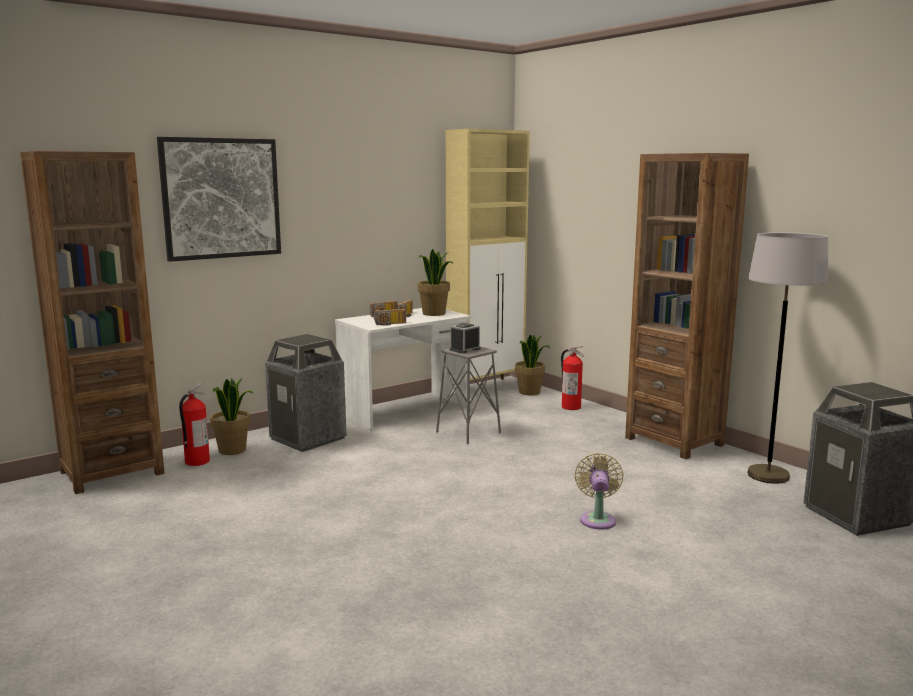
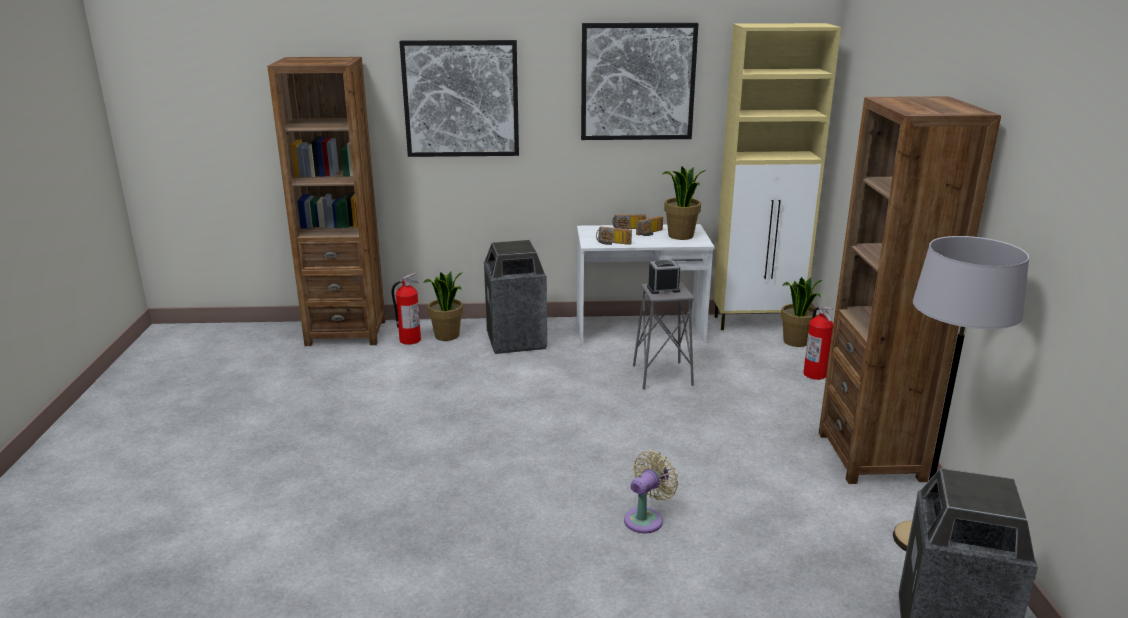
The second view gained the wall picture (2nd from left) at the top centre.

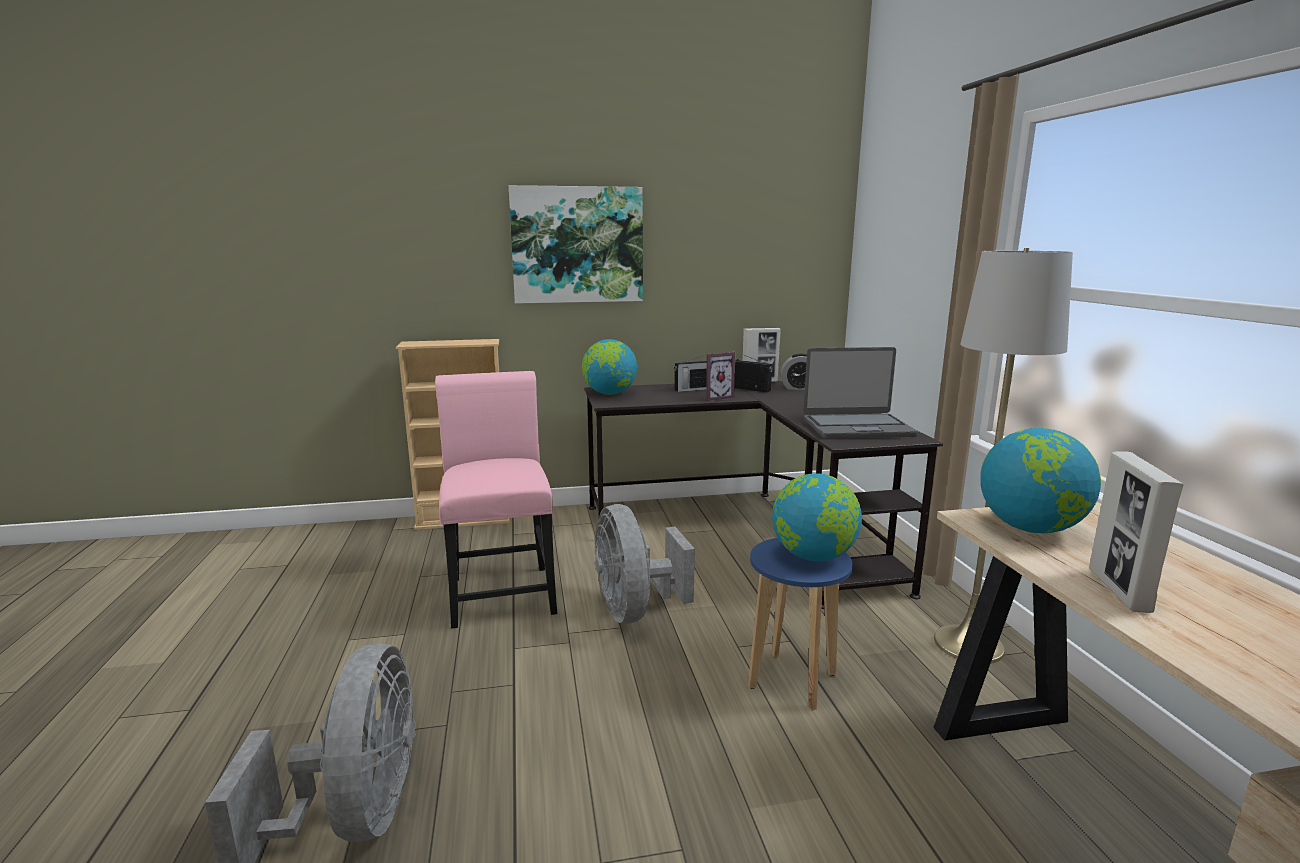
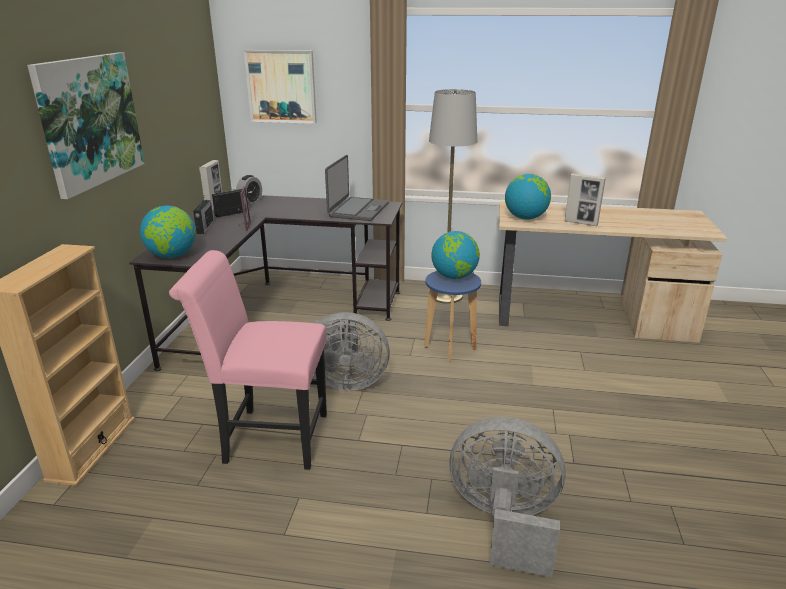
The second view gained the wall picture (2nd from left) at the top centre.

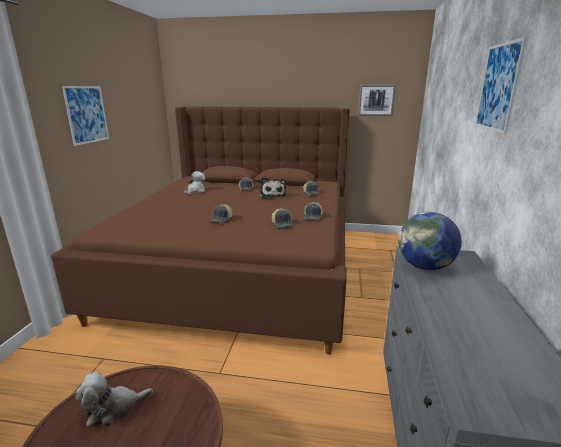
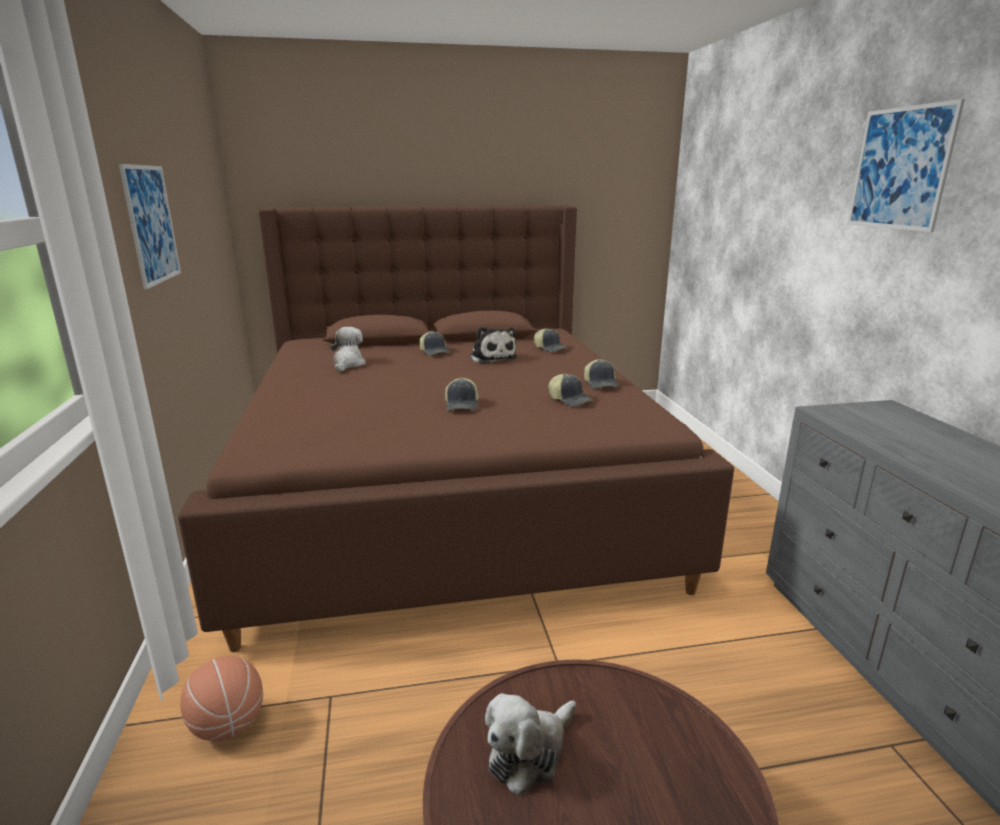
The second view lost the wall picture (2nd from left) at the top right. The second view lost the desk globe at the middle right. The second view gained the ball for basketball at the bottom left.

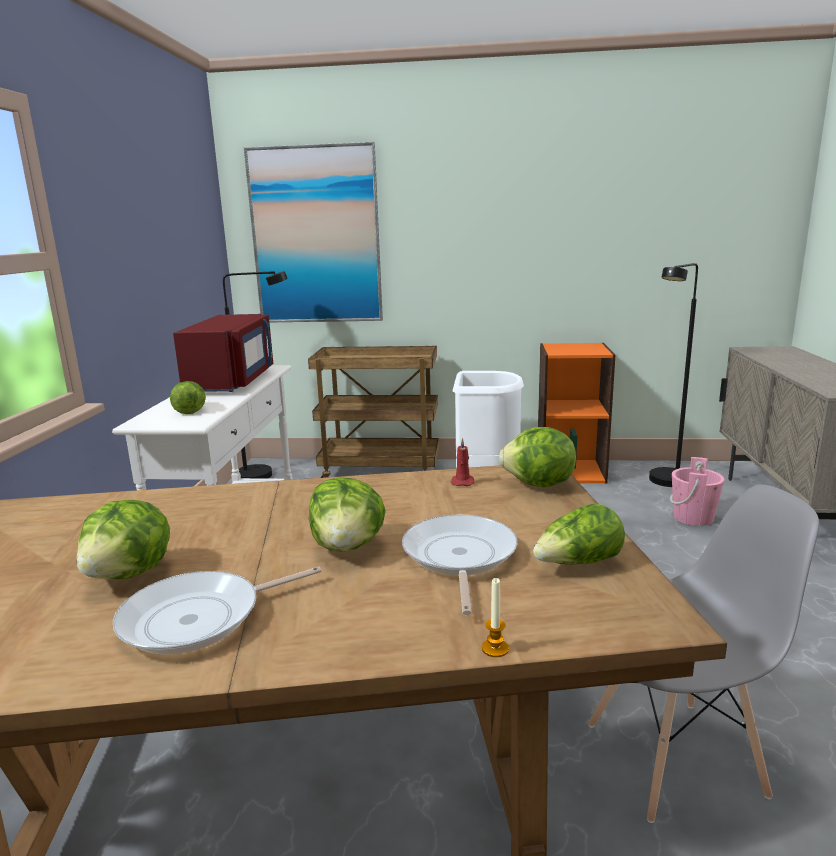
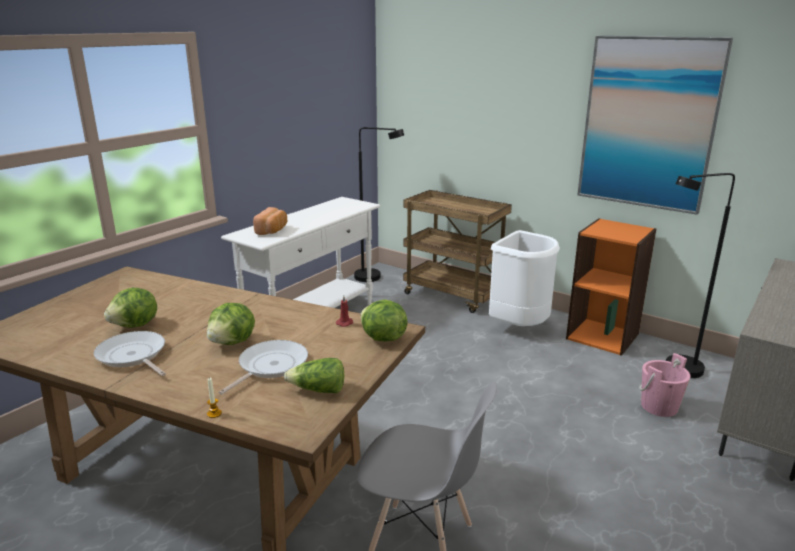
The frying pan (1st from left) at the bottom left ended up facing another way, 45 degrees clockwise from before. Where the lettuce head (2nd from left) stood at the middle left, the baked bread came to stand at the centre. The second view lost the red-coloured microwave oven at the middle left. The wall picture ended up elsewhere, having gone from the top centre to the top right.

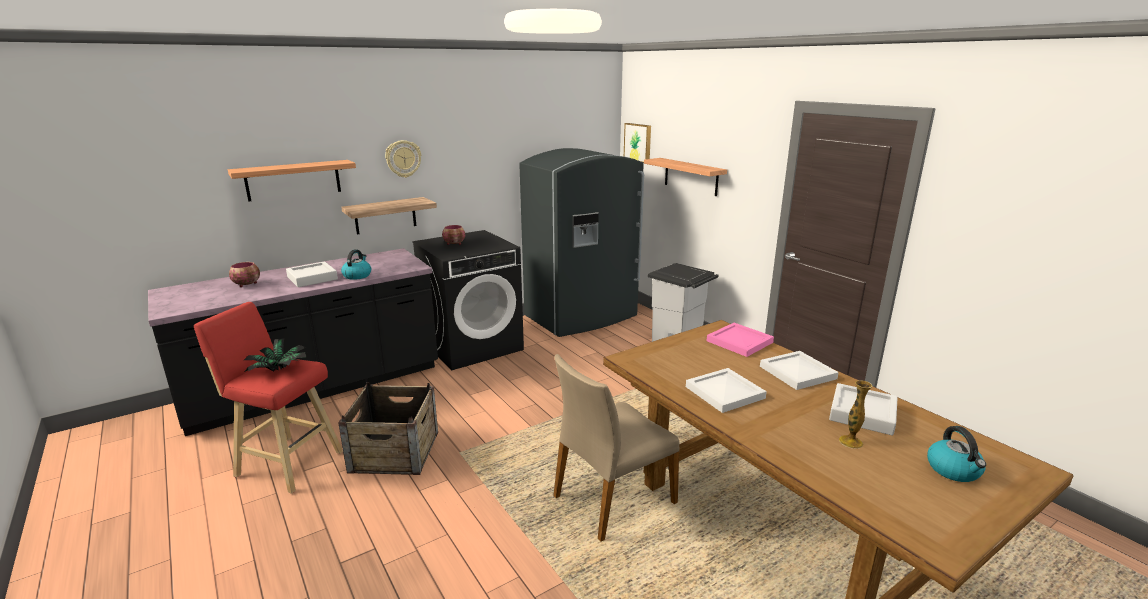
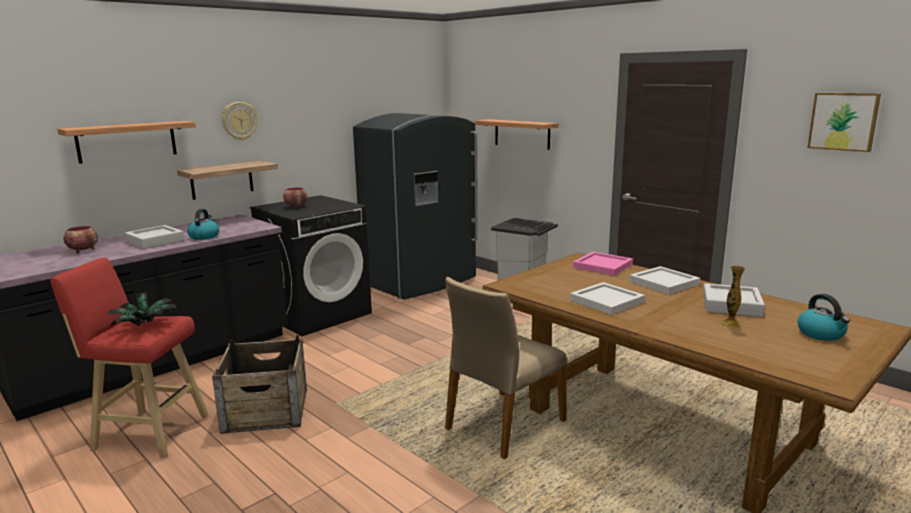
The wall picture ended up elsewhere, having gone from the top centre to the top right.

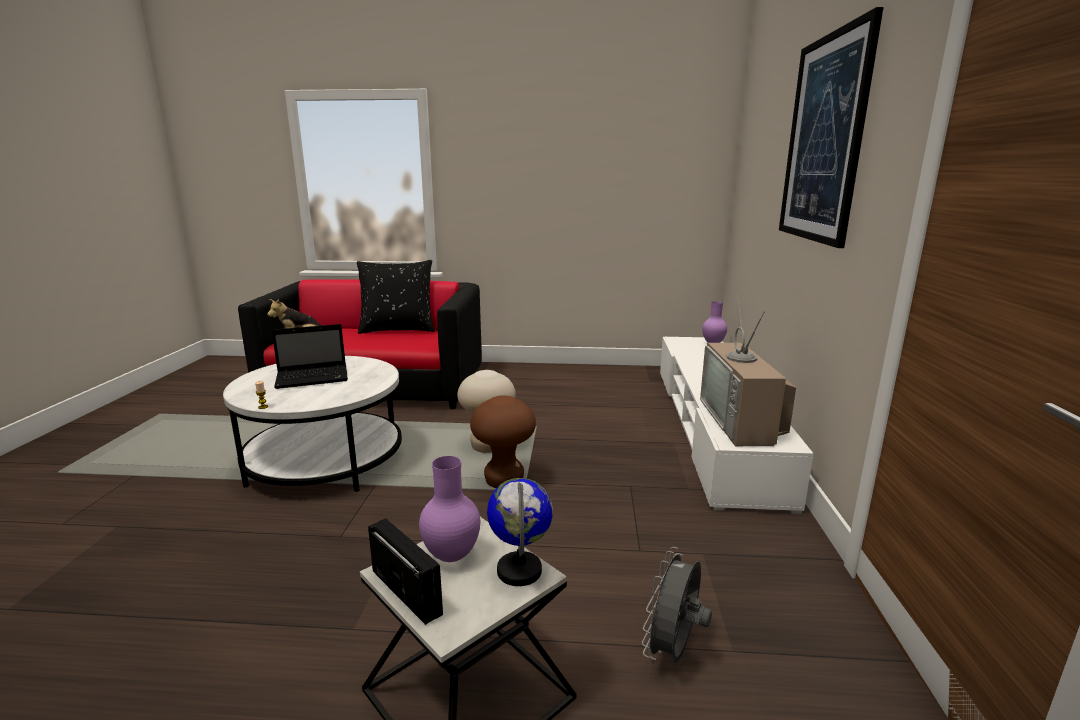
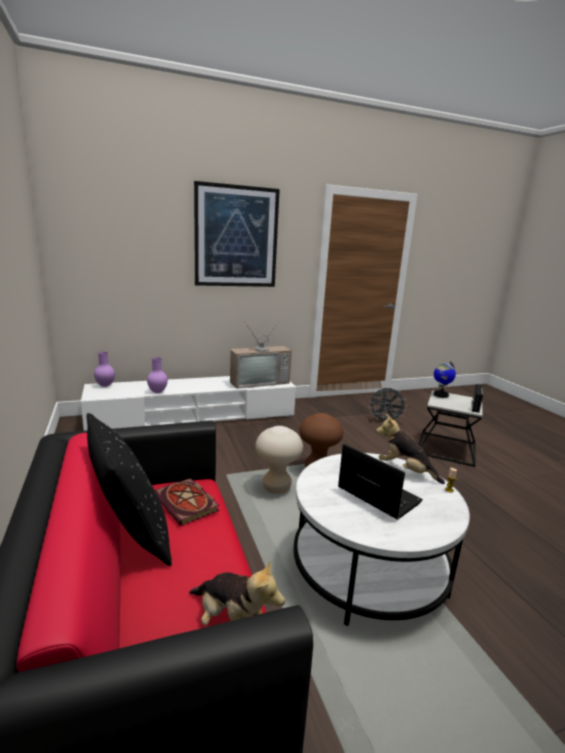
The purple-coloured flower vase (1st from left in the first image) ended up elsewhere, having gone from the bottom centre to the middle left. The second view gained the bound book at the bottom left. The second view gained the cuddly toy (2nd from left) at the middle right.

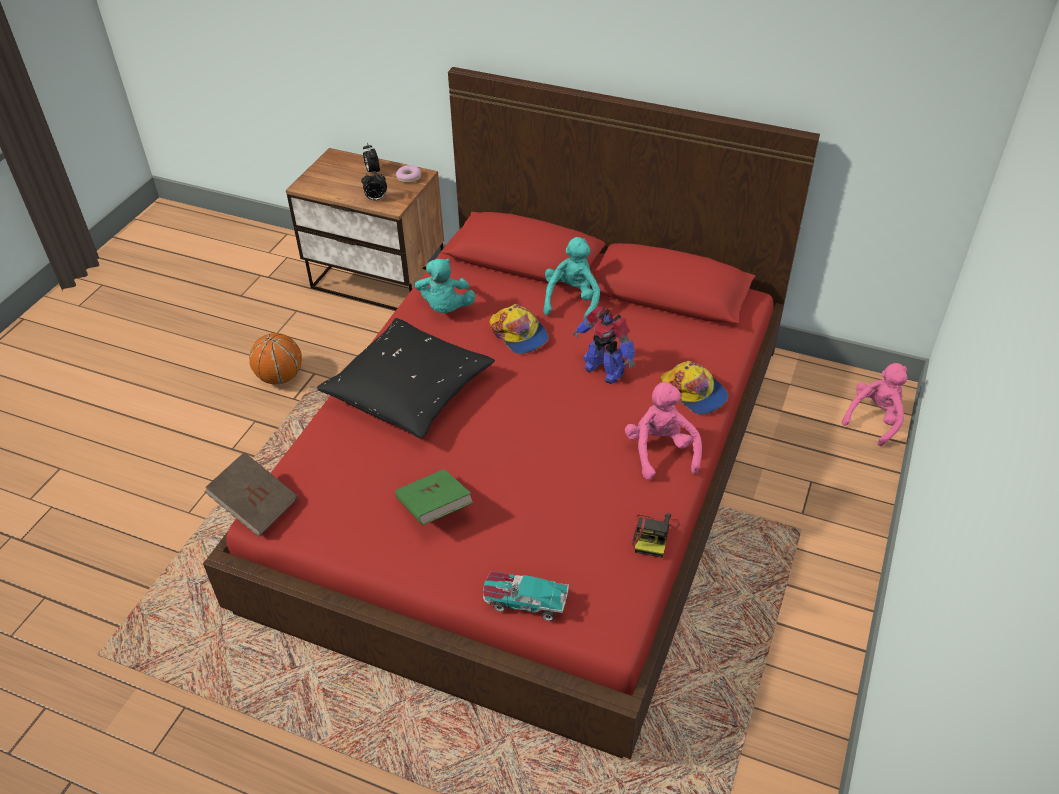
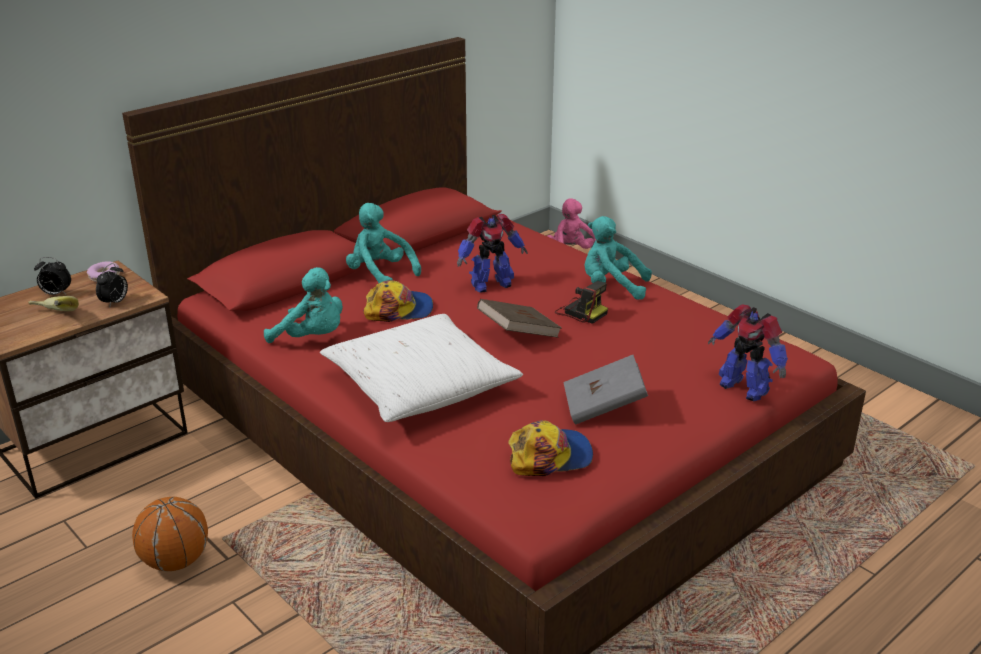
The brownish bound book ended up elsewhere, having gone from the middle left to the centre. What was the black-coloured cushion at the centre turned into the whitish cushion at the centre. What was the green-coloured bound book at the centre turned into the gray bound book at the centre. Where the miniature car stood at the bottom centre, the toy robot (2nd from left) came to stand at the middle right. What was the pink-coloured cuddly toy (1st from left) at the centre turned into the blue-green cuddly toy (3rd from left) at the centre. The still camera ended up elsewhere, having gone from the bottom centre to the centre. The cap (2nd from left) ended up elsewhere, having gone from the centre to the bottom centre. The second view gained the banana at the middle left.

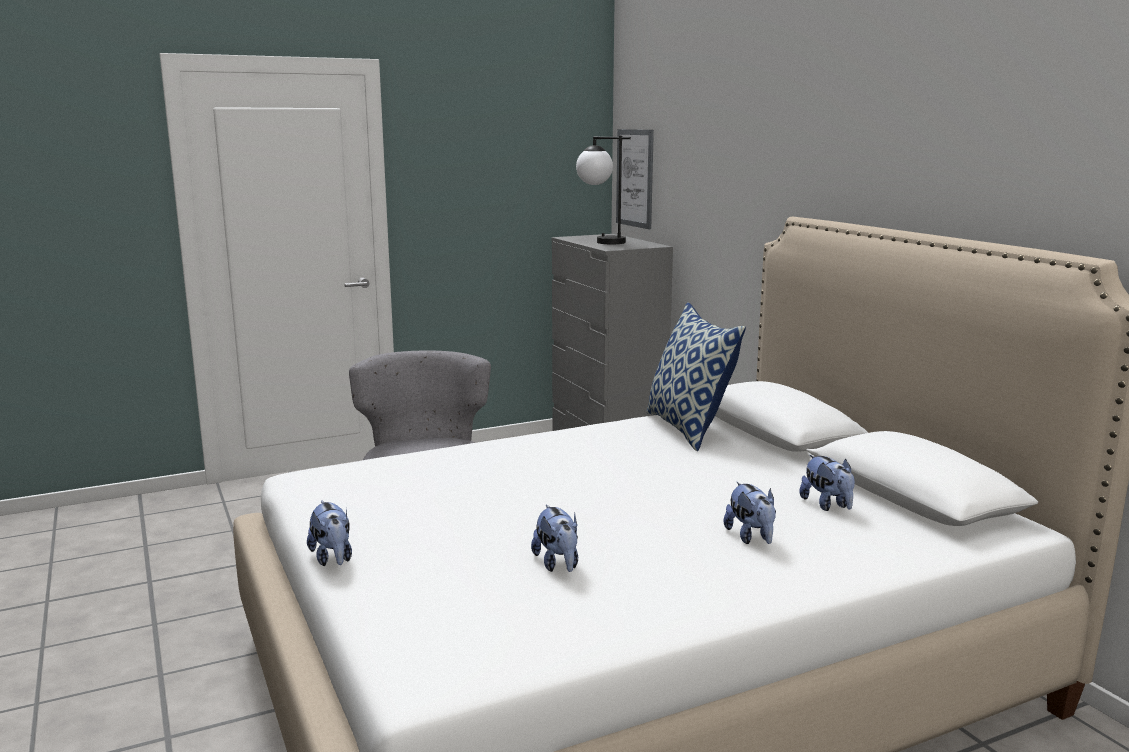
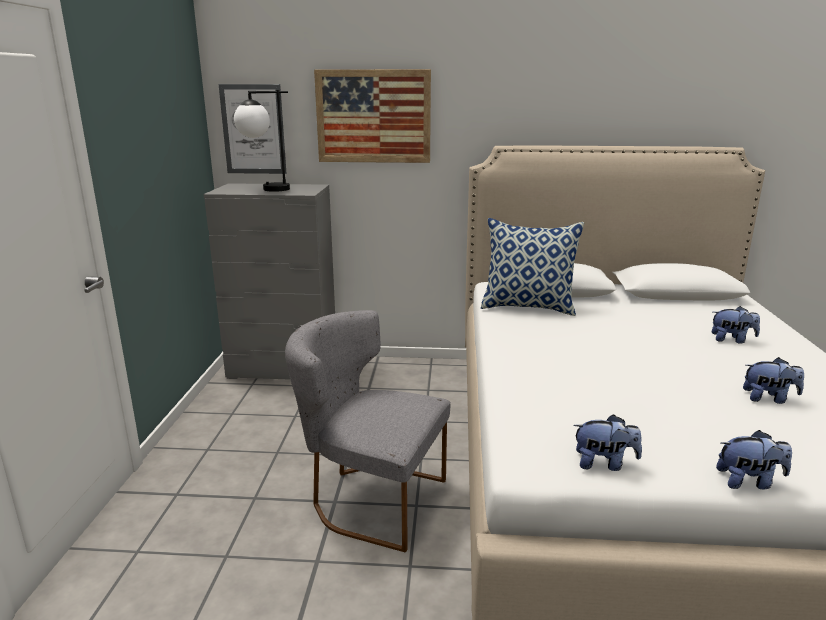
The cuddly toy (4th from left in the first image) ended up elsewhere, having gone from the middle right to the bottom right. The second view gained the wall picture (2nd from left) at the top centre.

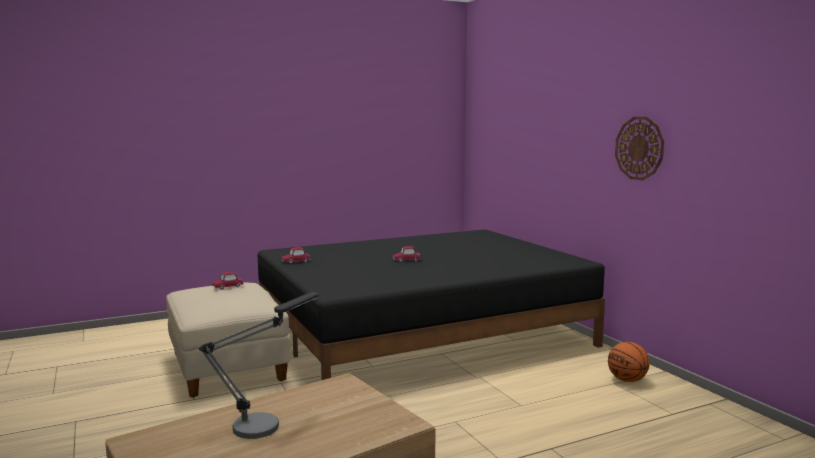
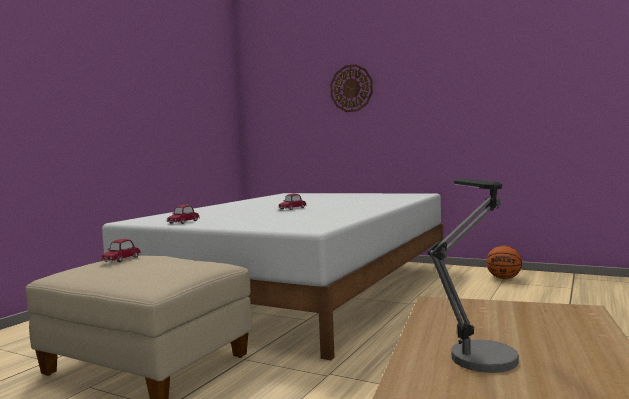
What was the black-coloured sleeping bed at the centre turned into the whitish sleeping bed at the bottom centre. The wall clock ended up elsewhere, having gone from the top right to the top centre.

